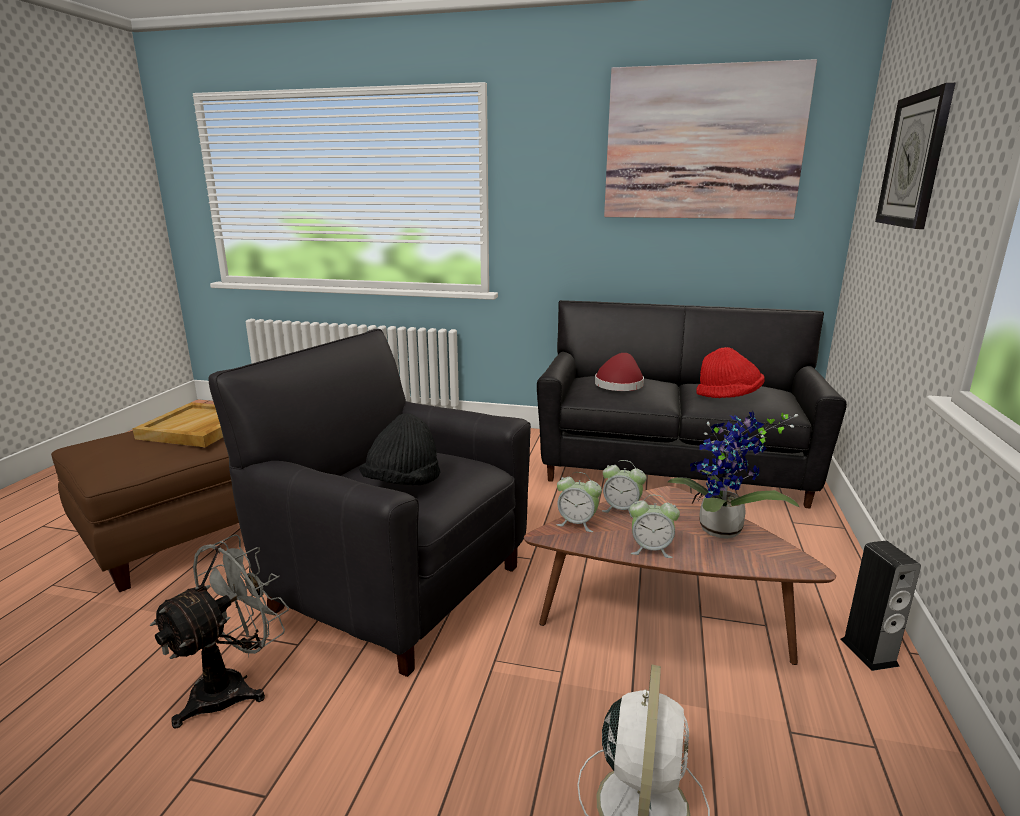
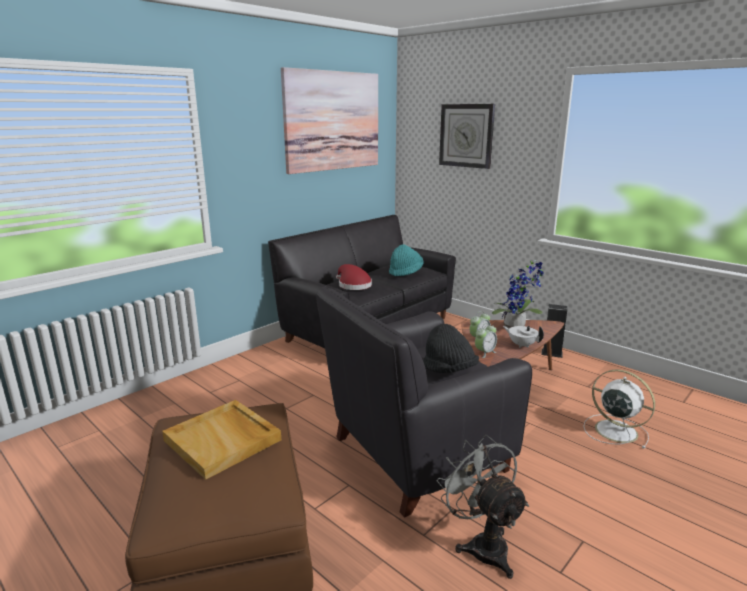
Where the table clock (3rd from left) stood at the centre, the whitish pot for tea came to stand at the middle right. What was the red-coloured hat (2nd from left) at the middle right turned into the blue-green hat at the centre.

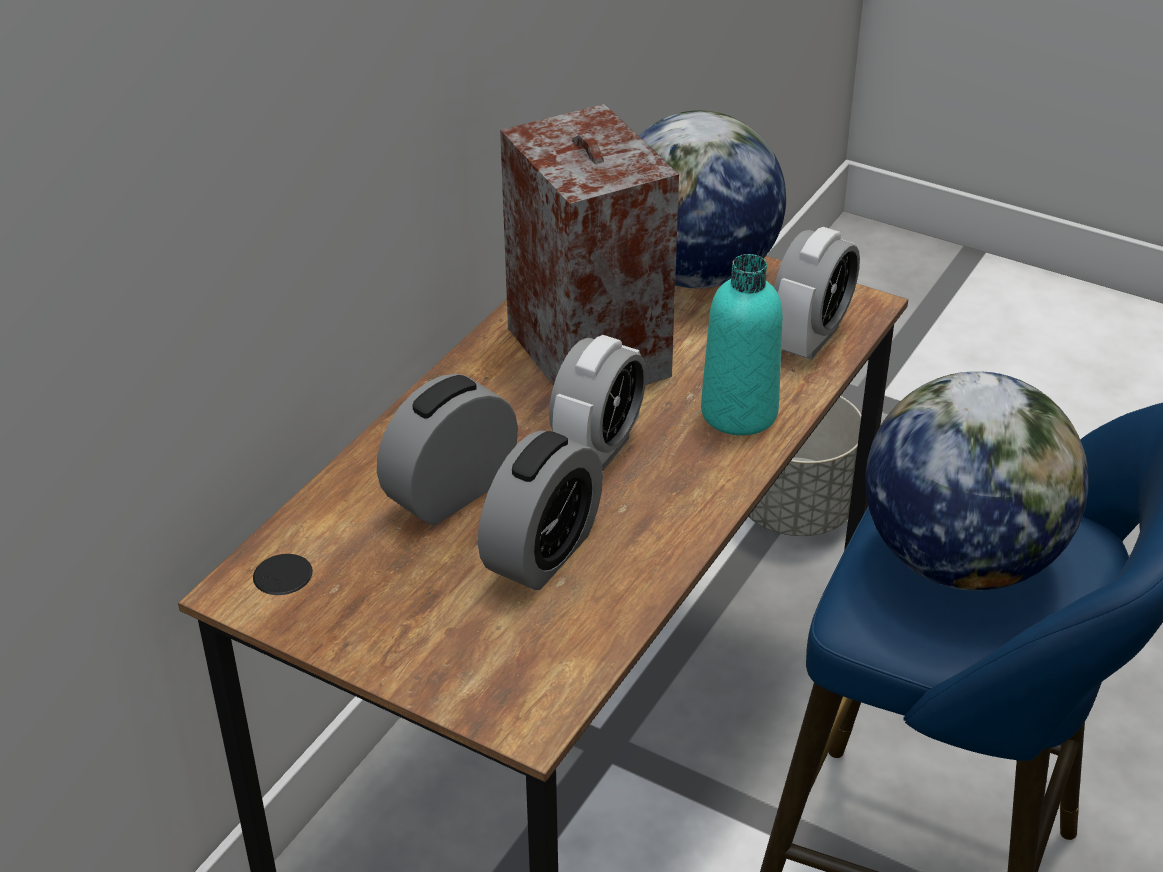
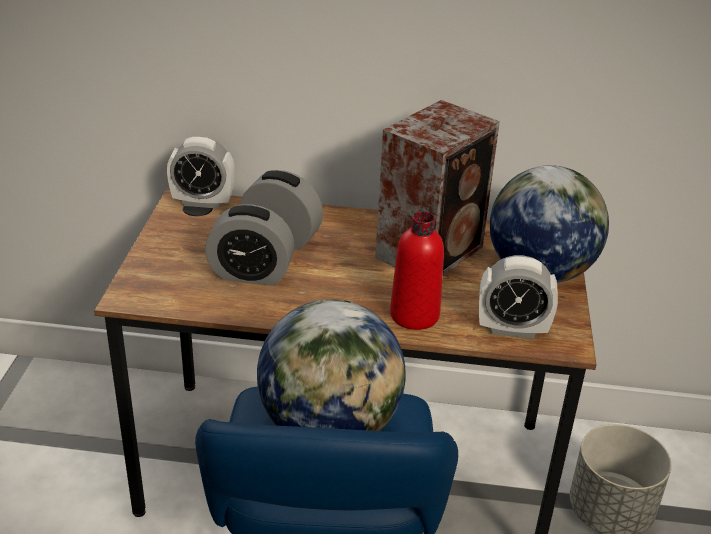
The table clock (3rd from left in the first image) ended up elsewhere, having gone from the centre to the top left. What was the blue-green beverage bottle at the centre turned into the red-coloured beverage bottle at the centre.

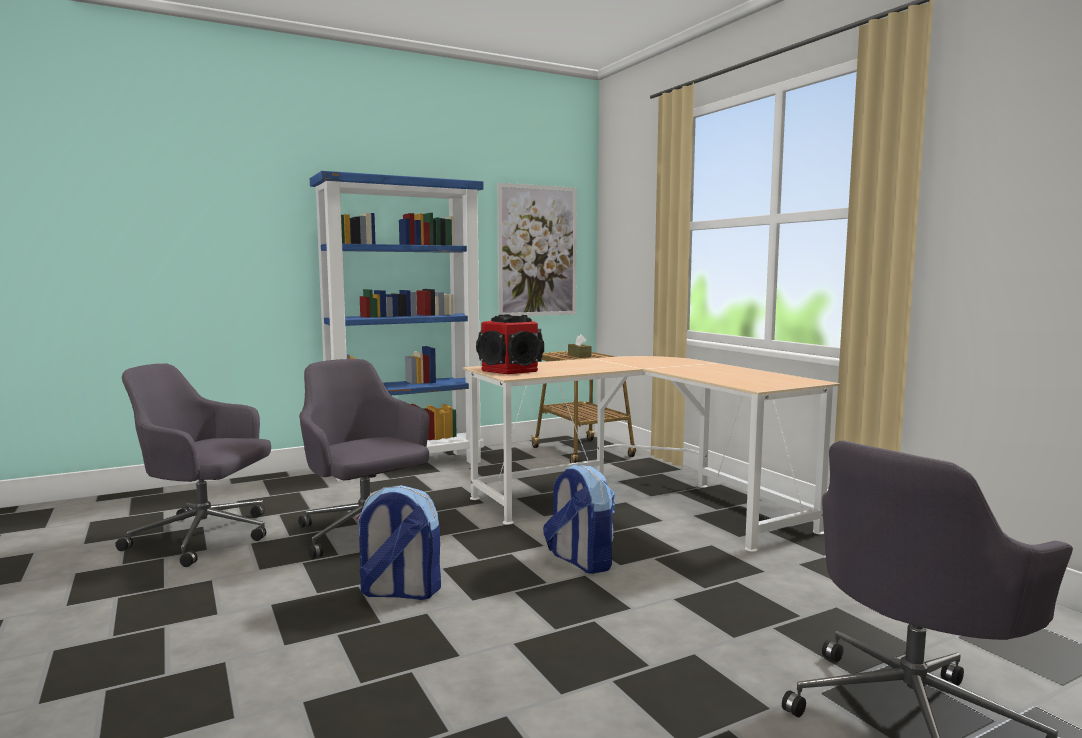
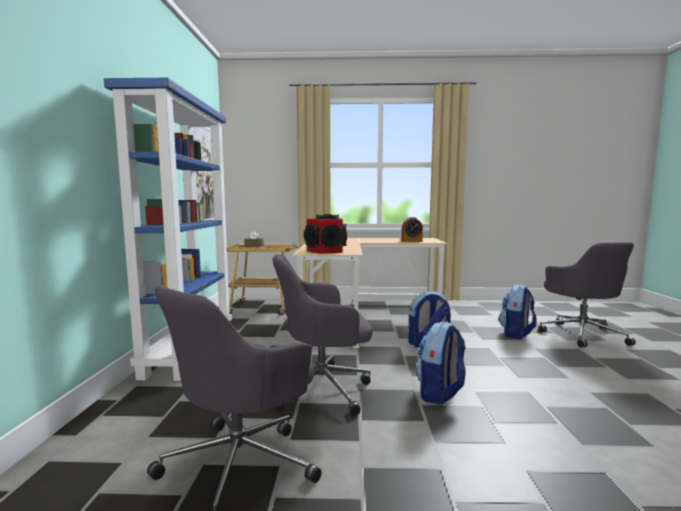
The second view gained the table clock at the centre. The second view gained the rucksack (3rd from left) at the middle right.

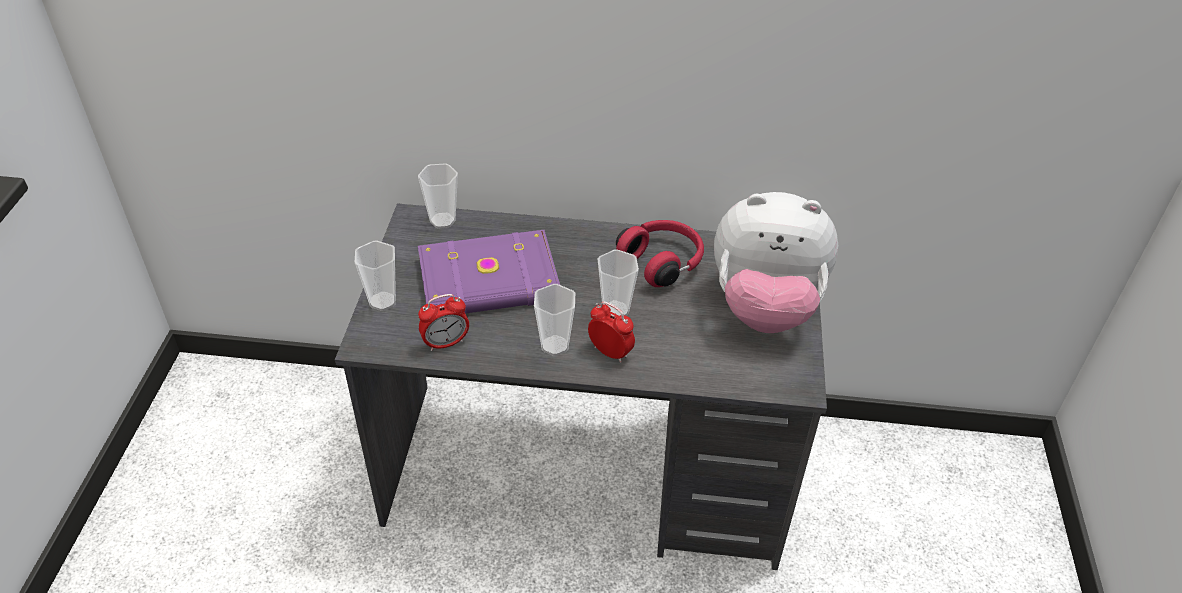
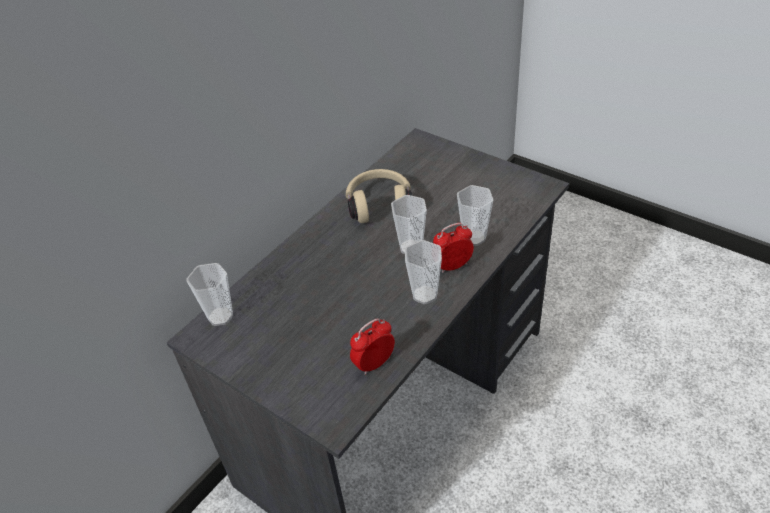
The small cup (1st from left in the first image) ended up elsewhere, having gone from the middle left to the centre. The second view lost the purple-coloured bound book at the centre. The table clock (1st from left) at the centre ended up facing another way, 135 degrees counterclockwise from before. What was the red-coloured pair of headphones at the centre turned into the beige-coloured pair of headphones at the centre. The second view lost the cuddly toy at the centre.

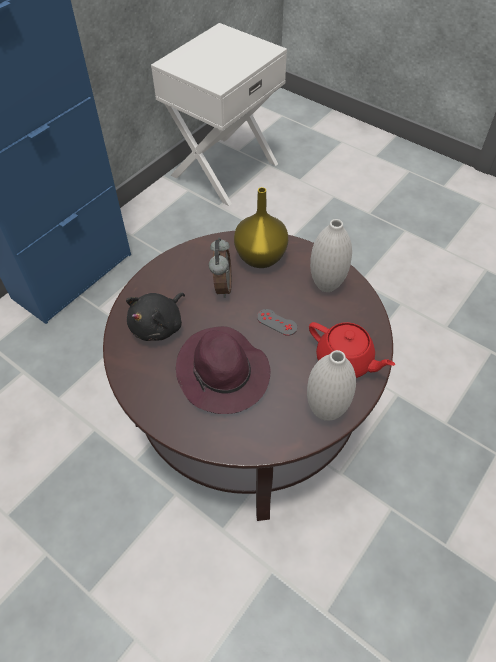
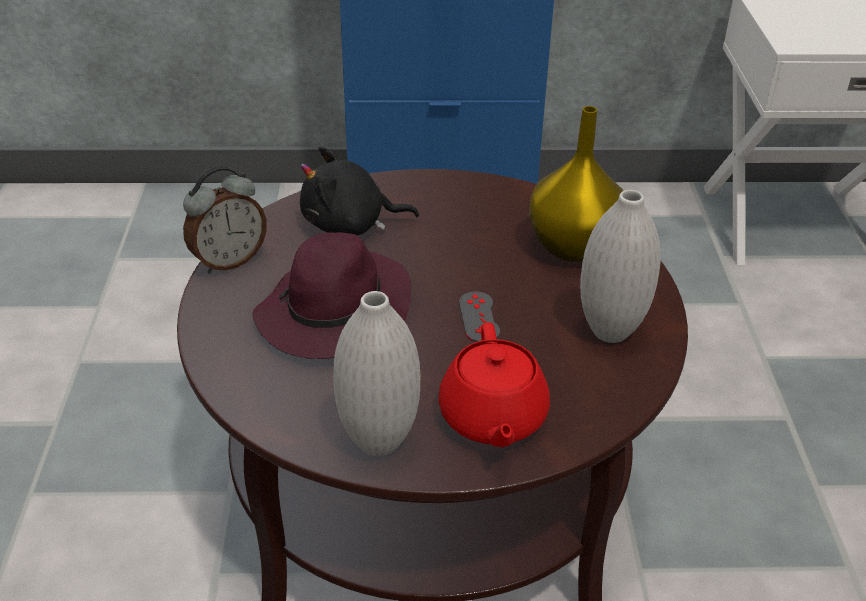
The table clock ended up elsewhere, having gone from the centre to the middle left.

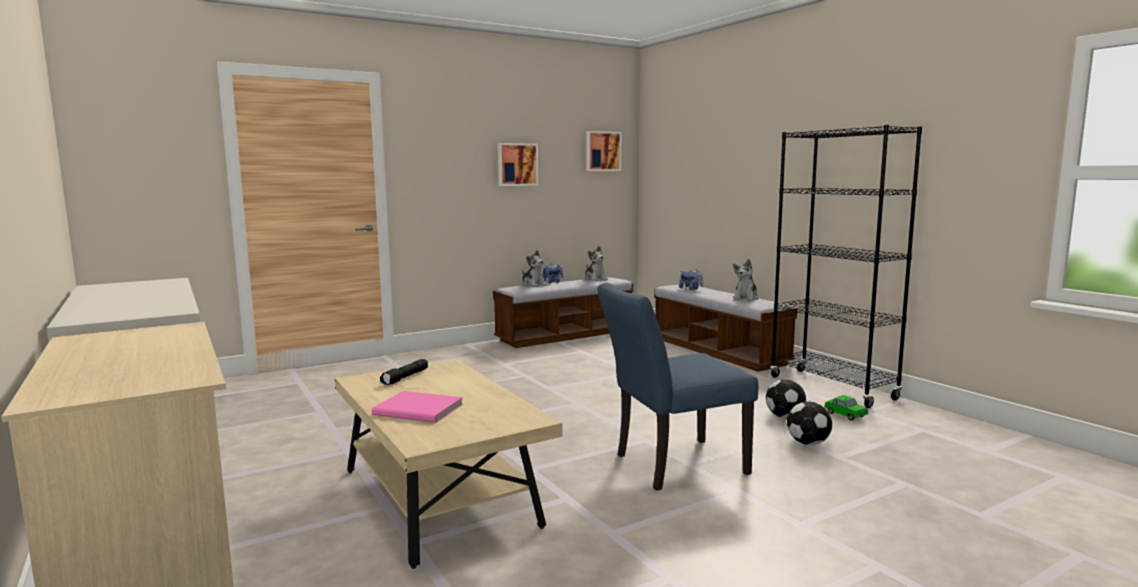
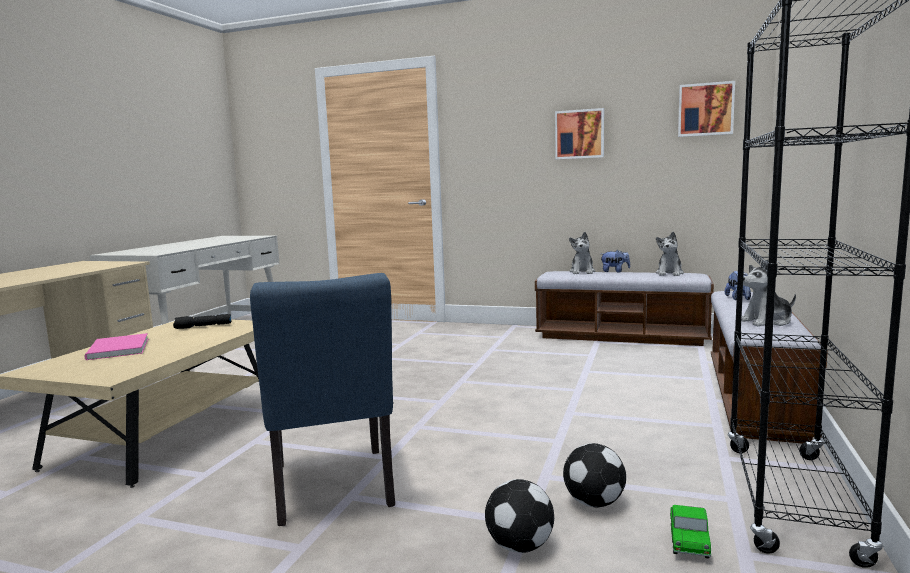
The blue chair at the centre ended up facing another way, 135 degrees counterclockwise from before.

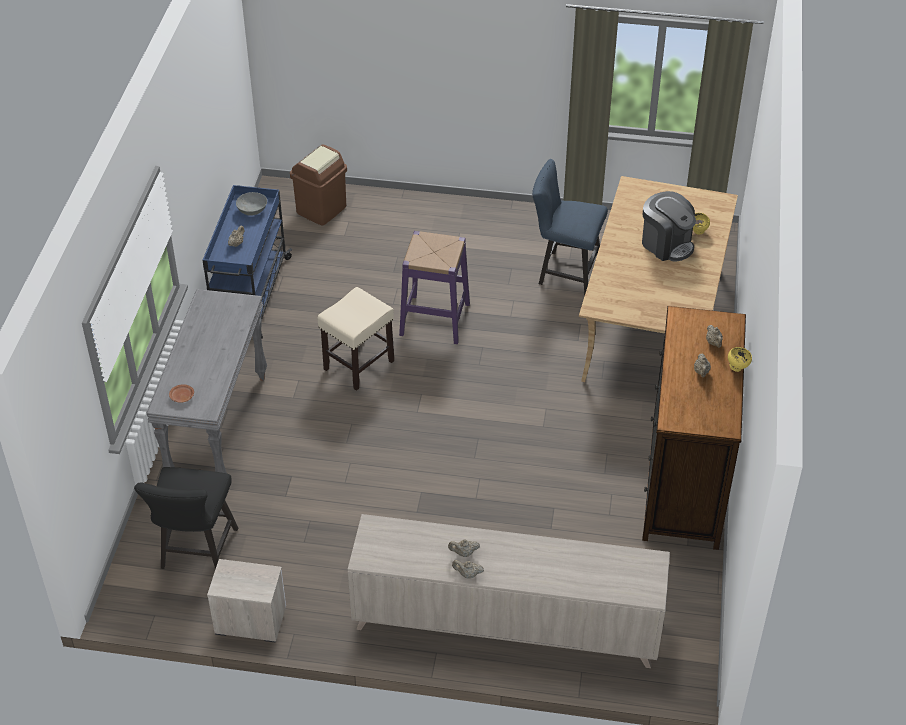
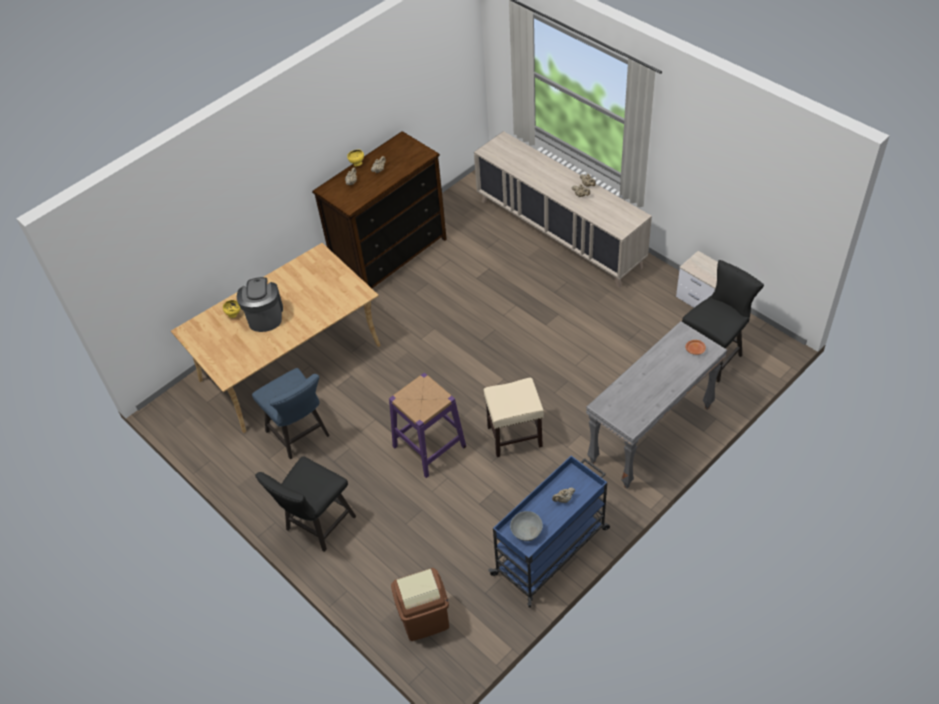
The second view gained the black-coloured chair (1st from left) at the bottom left.

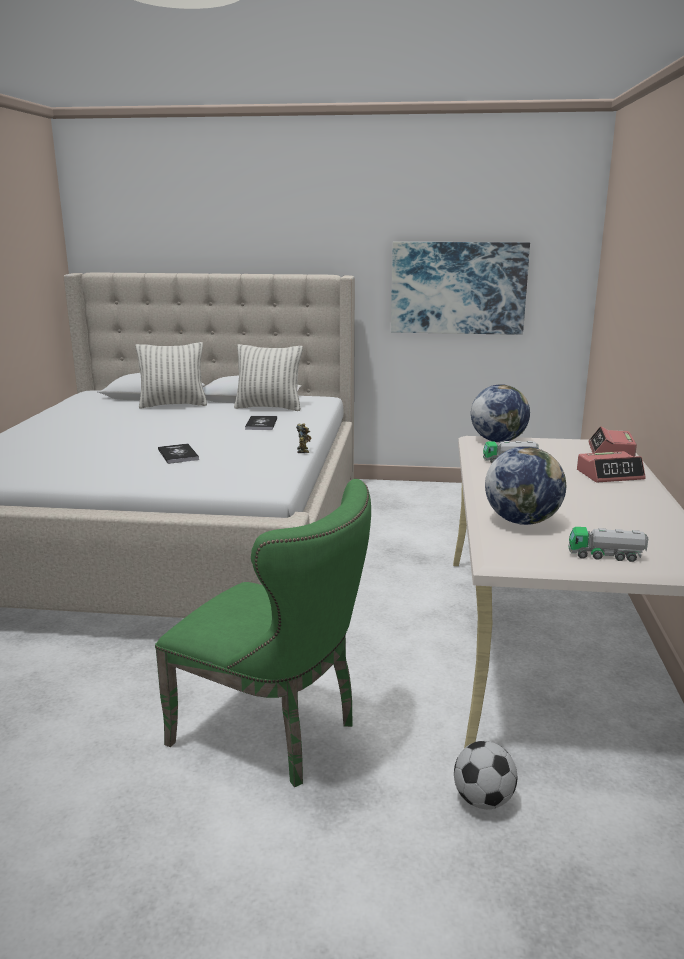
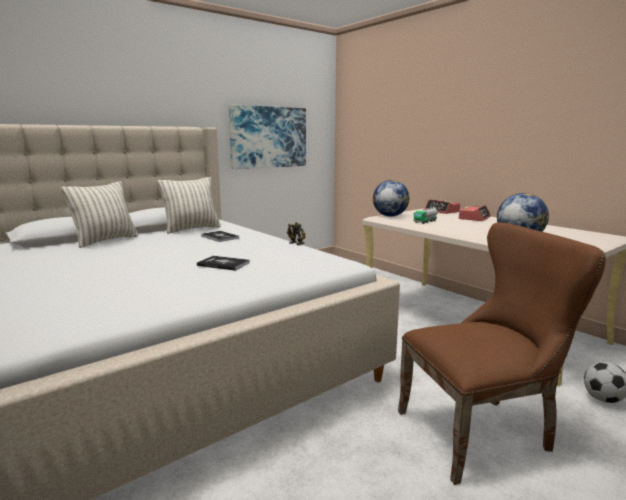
What was the green-coloured chair at the centre turned into the brownish chair at the bottom right. The second view lost the model truck (2nd from left) at the middle right.

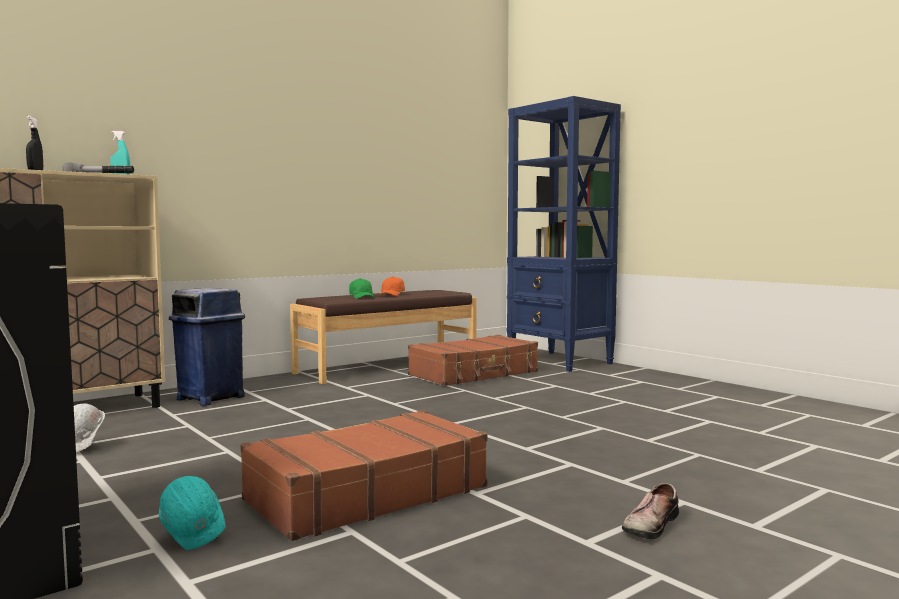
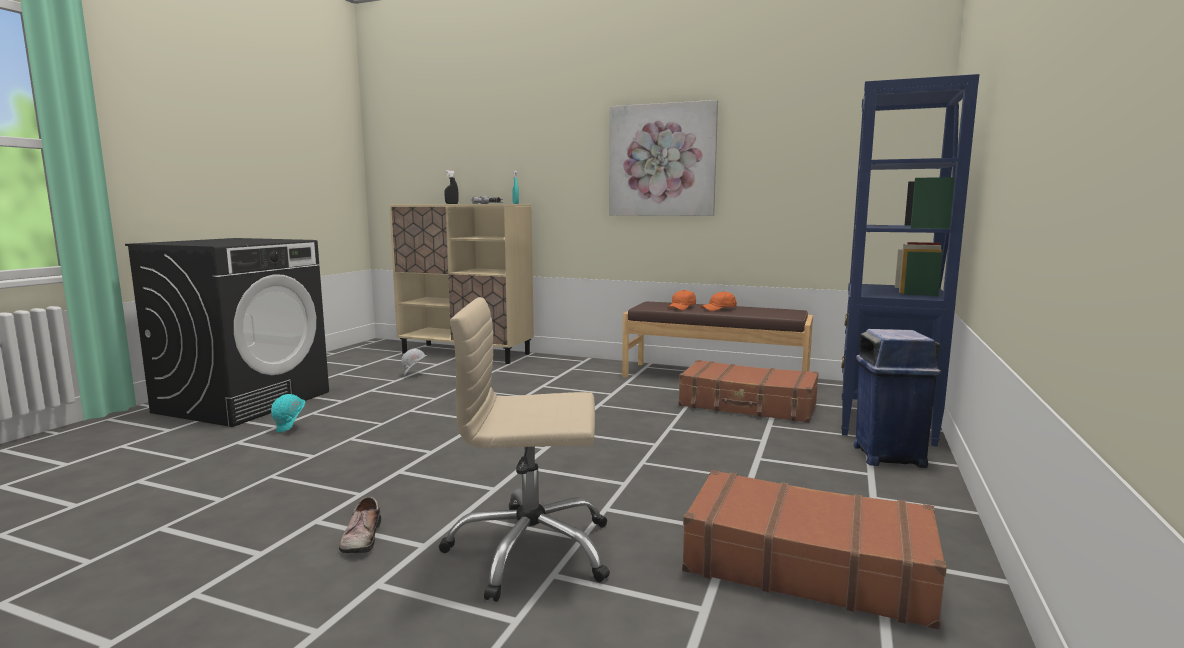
The blue waste bin ended up elsewhere, having gone from the middle left to the middle right. The brownish piece of luggage (1st from left in the first image) ended up elsewhere, having gone from the bottom centre to the bottom right. What was the green-coloured cap at the centre turned into the orange-coloured cap (1st from left) at the centre. The shoe at the bottom right ended up facing another way, 105 degrees counterclockwise from before. The second view gained the beige-coloured desk chair at the bottom centre. The second view gained the wall picture at the top centre.

